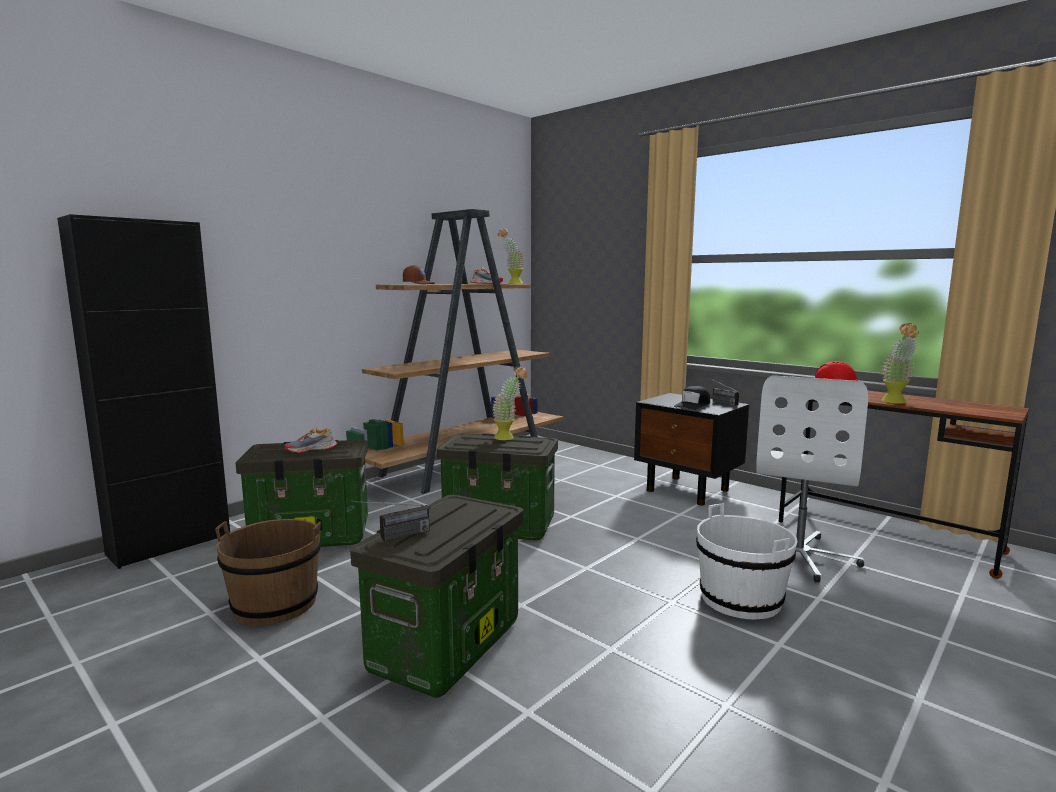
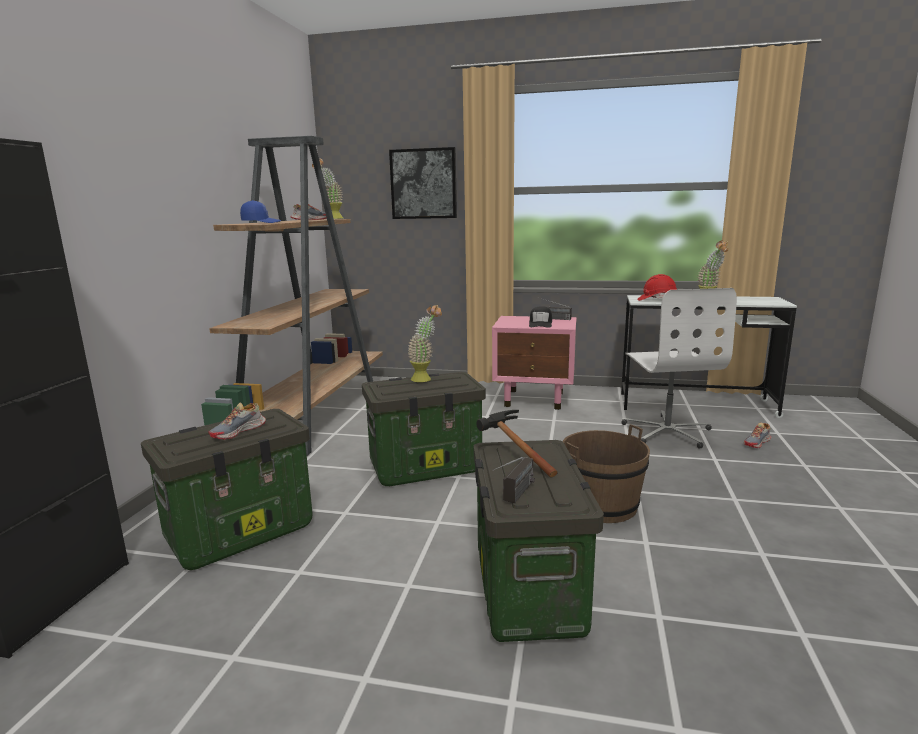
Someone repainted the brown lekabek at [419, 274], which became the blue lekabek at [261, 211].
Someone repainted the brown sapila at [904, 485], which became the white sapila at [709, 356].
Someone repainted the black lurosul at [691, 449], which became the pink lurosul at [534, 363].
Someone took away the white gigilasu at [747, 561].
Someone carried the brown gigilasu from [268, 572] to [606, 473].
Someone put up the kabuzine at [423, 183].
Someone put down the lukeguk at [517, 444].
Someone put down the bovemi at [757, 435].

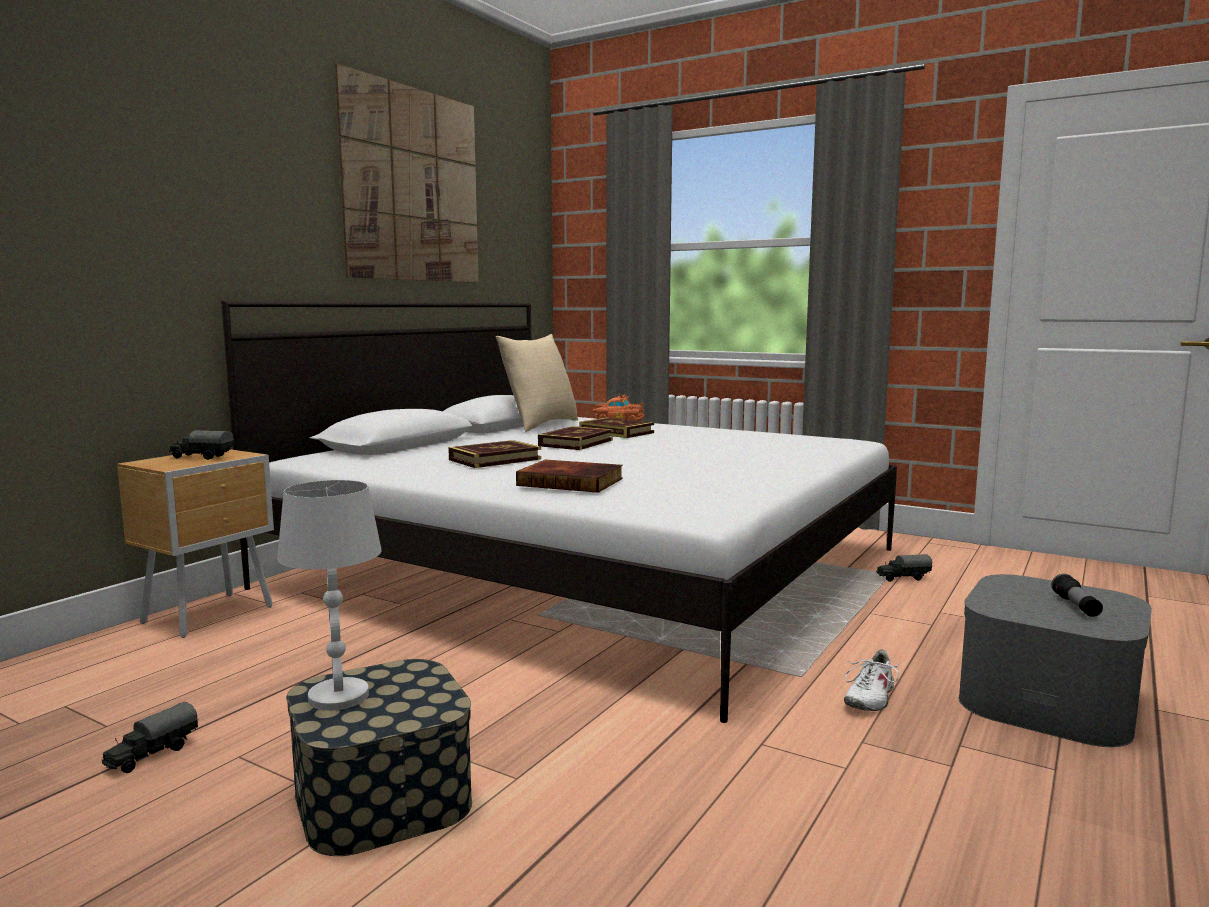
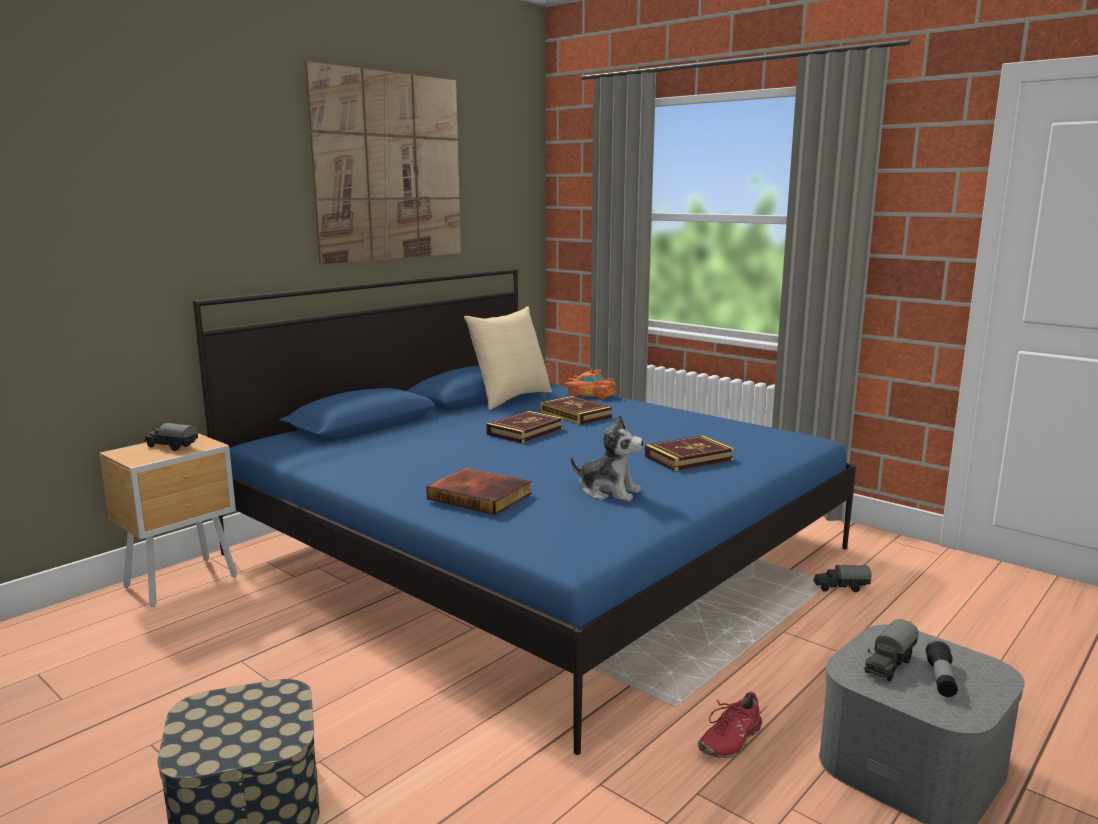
Someone repainted the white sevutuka at [559, 511], which became the blue sevutuka at [524, 512].
Someone carried the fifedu from [494, 454] to [689, 453].
Someone took away the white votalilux at [329, 595].
Someone repainted the white bovemi at [872, 680], which became the red bovemi at [732, 724].
Someone carried the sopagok from [150, 737] to [891, 650].
Someone put down the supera at [607, 458].

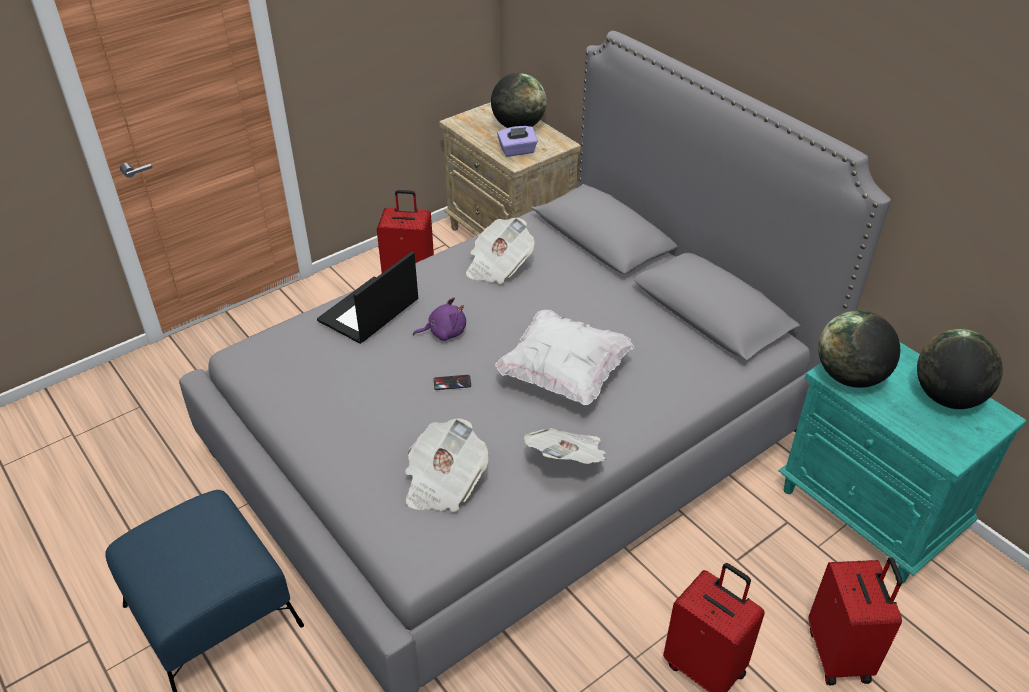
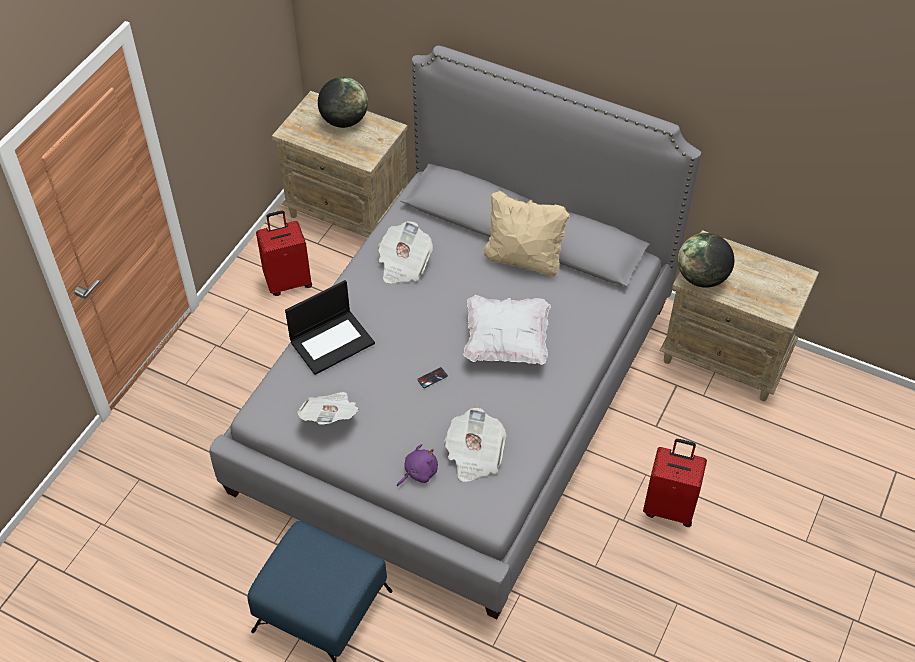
Someone took away the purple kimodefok at [517, 141].
Someone rotated the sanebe at [367, 298] by 135 degrees counterclockwise.
Someone carried the purple supera from [439, 319] to [417, 465].
Someone took away the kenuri at [960, 369].
Someone repainted the turquoise lurosul at [902, 462], which became the beige lurosul at [739, 315].
Someone carried the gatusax from [565, 446] to [328, 408].
Someone took away the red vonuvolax at [855, 621].
Someone put down the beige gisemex at [526, 233].

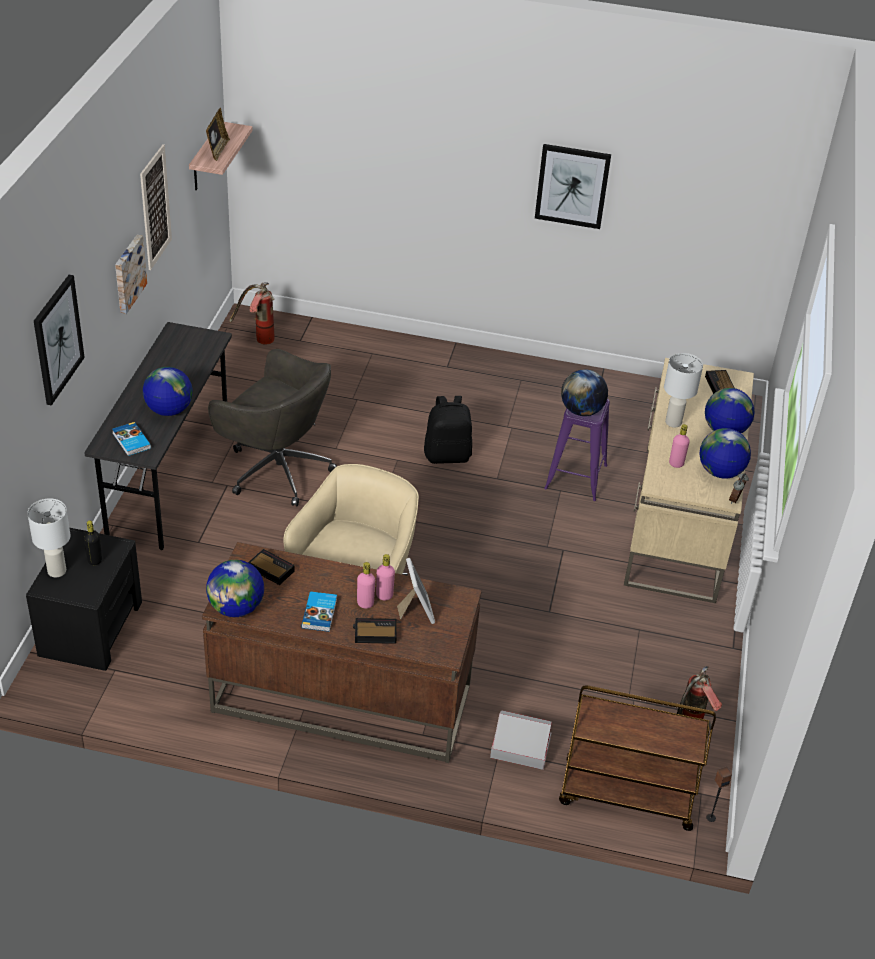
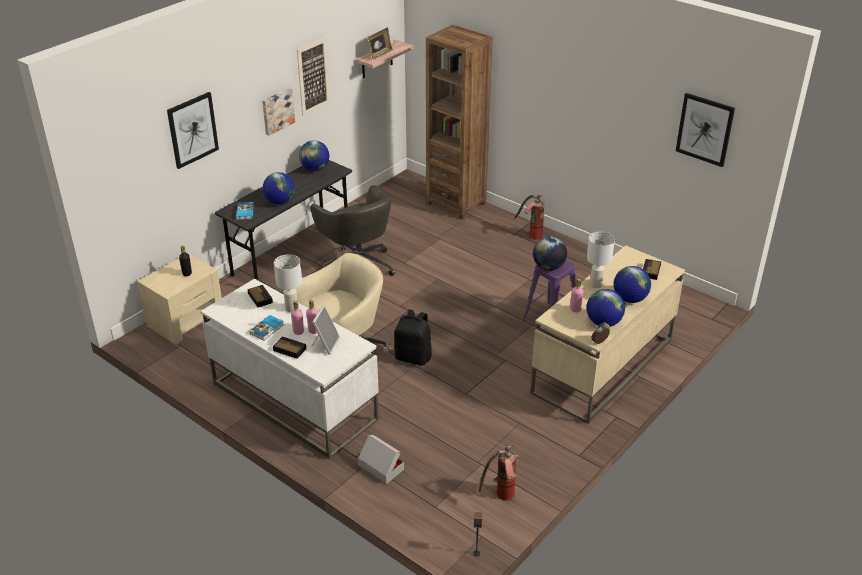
Someone carried the kabuzine from [573, 186] to [705, 130].
Someone carried the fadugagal from [252, 313] to [529, 217].
Someone carried the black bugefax from [448, 430] to [413, 337].
Someone carried the white votalilux from [49, 538] to [288, 283].
Someone repainted the black lurosul at [84, 599], which became the beige lurosul at [179, 299].
Someone repainted the brown sapila at [342, 652], which became the white sapila at [289, 369].
Someone carried the kenuri from [235, 588] to [314, 155].
Someone took away the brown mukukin at [637, 758].
Someone put down the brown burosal at [459, 122].

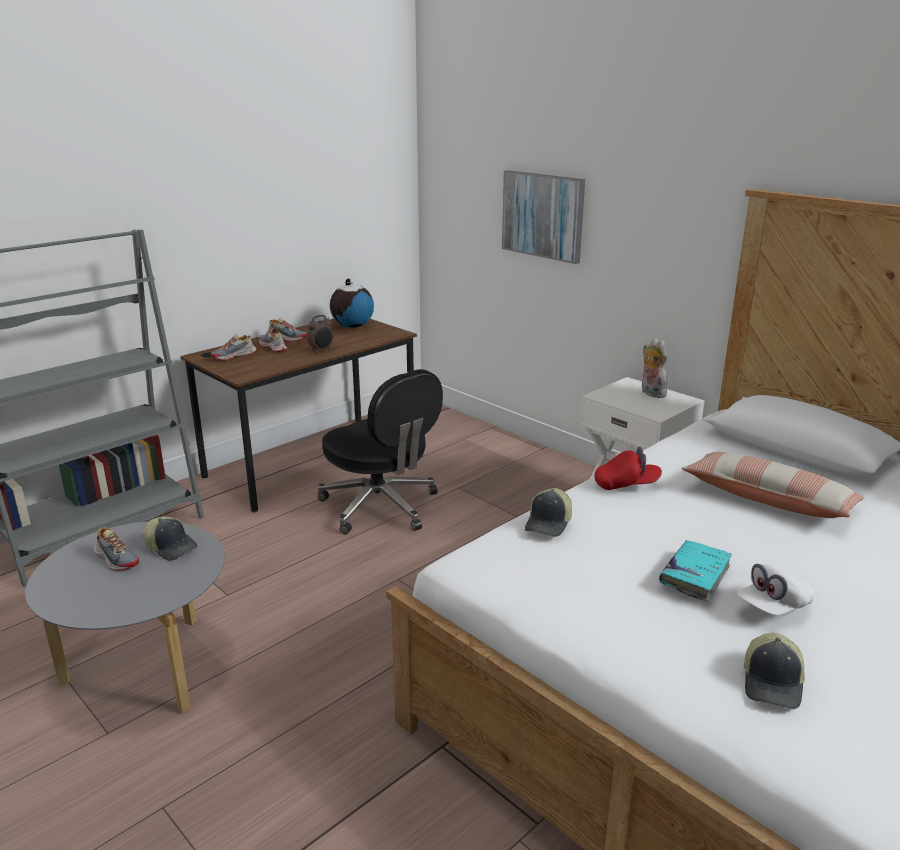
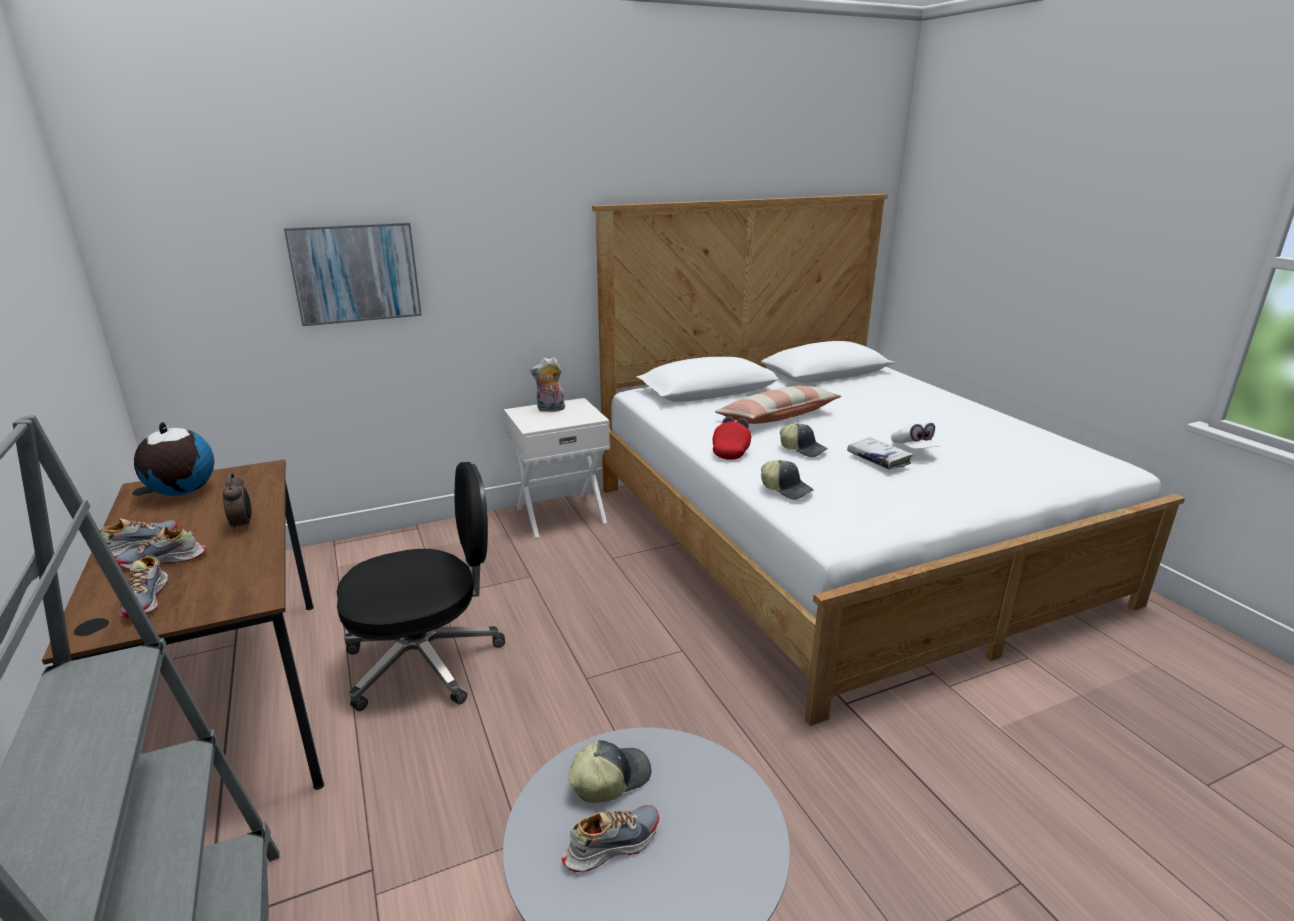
Someone repainted the turquoise fifedu at [695, 571], which became the white fifedu at [880, 453].
Someone carried the lekabek from [774, 671] to [804, 440].

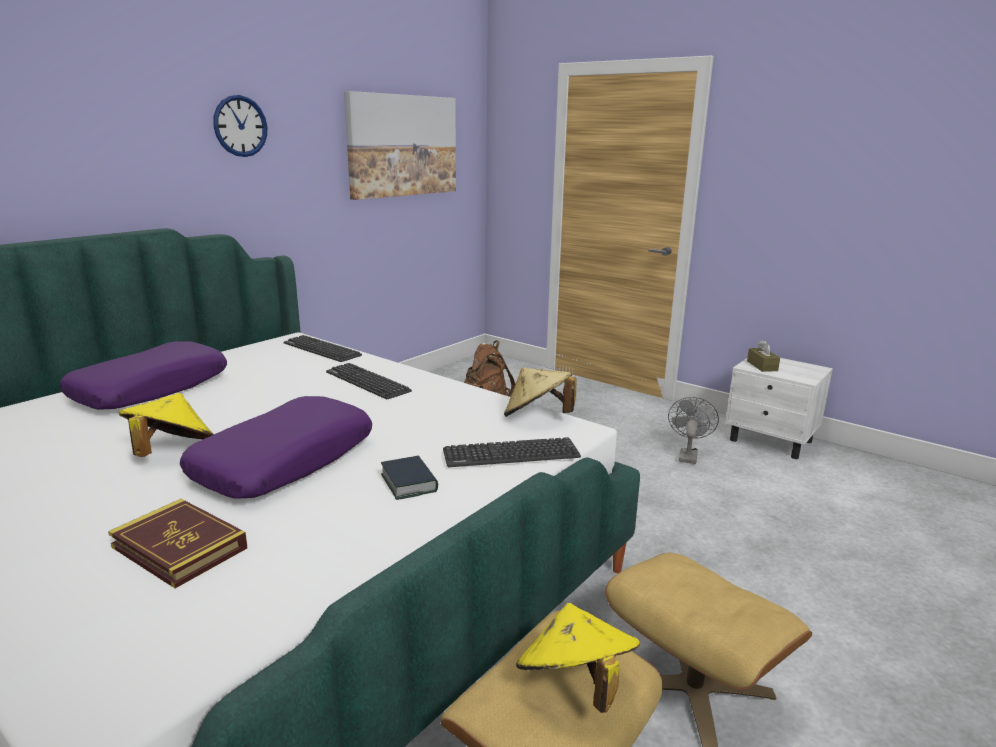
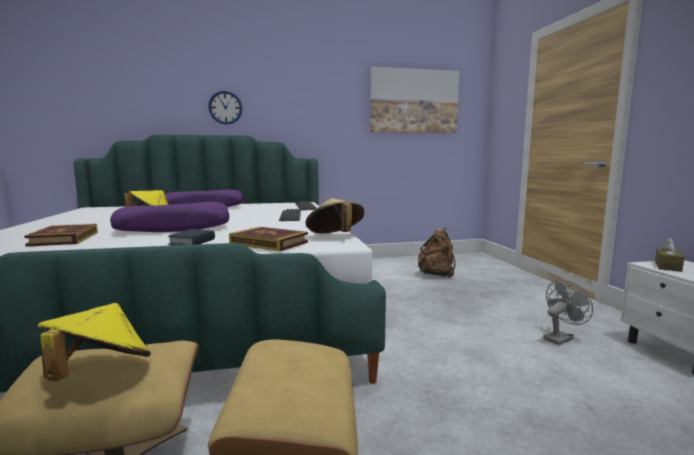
Someone carried the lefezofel from [240, 126] to [225, 108].
Someone swapped the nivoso at [512, 452] for the fifedu at [268, 239].

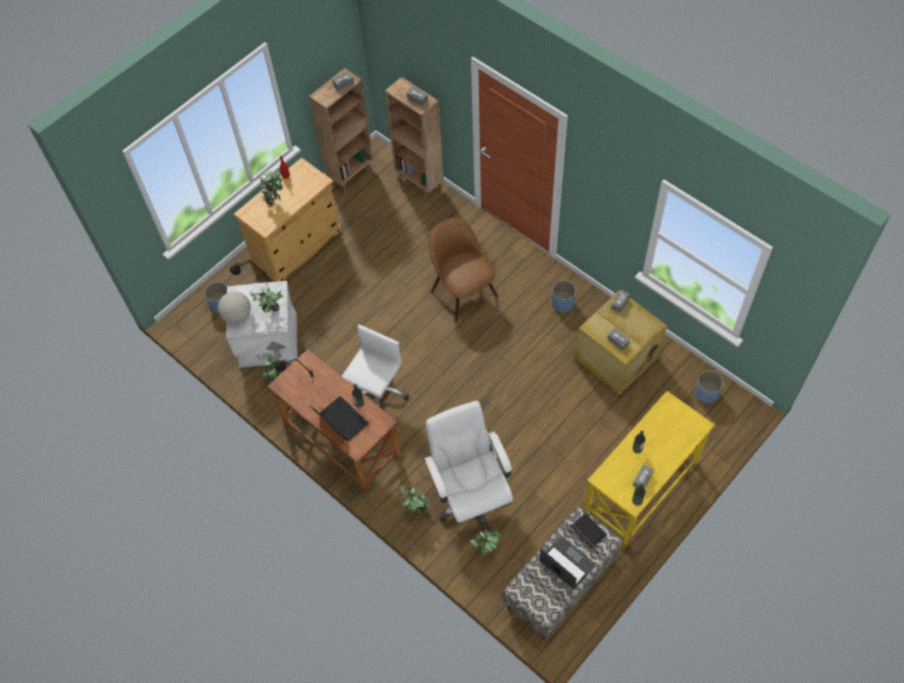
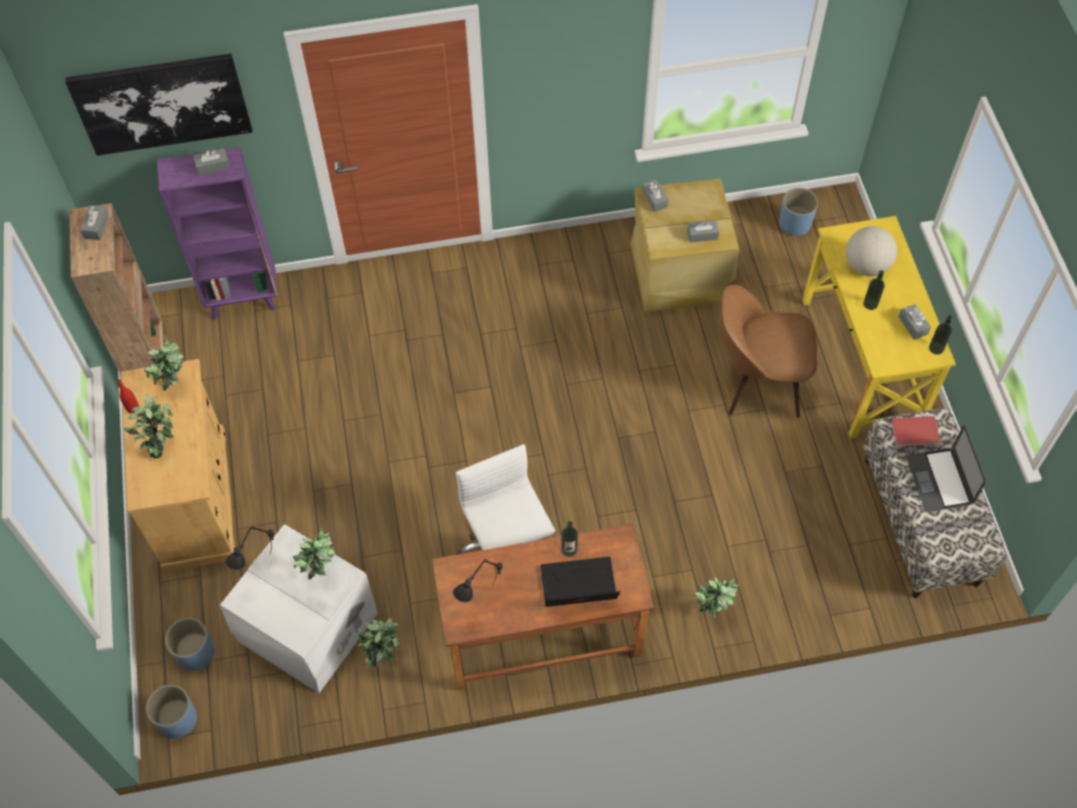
Someone repainted the brown burosal at [414, 138], which became the purple burosal at [217, 233].
Someone carried the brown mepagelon from [463, 270] to [769, 351].
Someone carried the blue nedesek from [564, 296] to [171, 711].
Someone carried the kenuri from [234, 308] to [871, 251].
Someone took away the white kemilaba at [468, 466].
Someone repainted the black fifedu at [588, 531], which became the red fifedu at [916, 431].
Someone carried the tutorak from [486, 542] to [164, 364].
Someone rotated the sanebe at [567, 562] by 90 degrees counterclockwise.
Someone put up the kabuzine at [159, 105].

